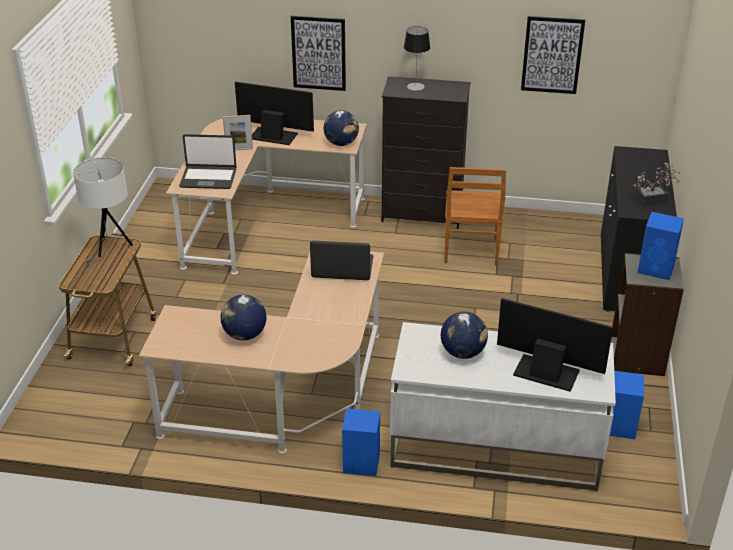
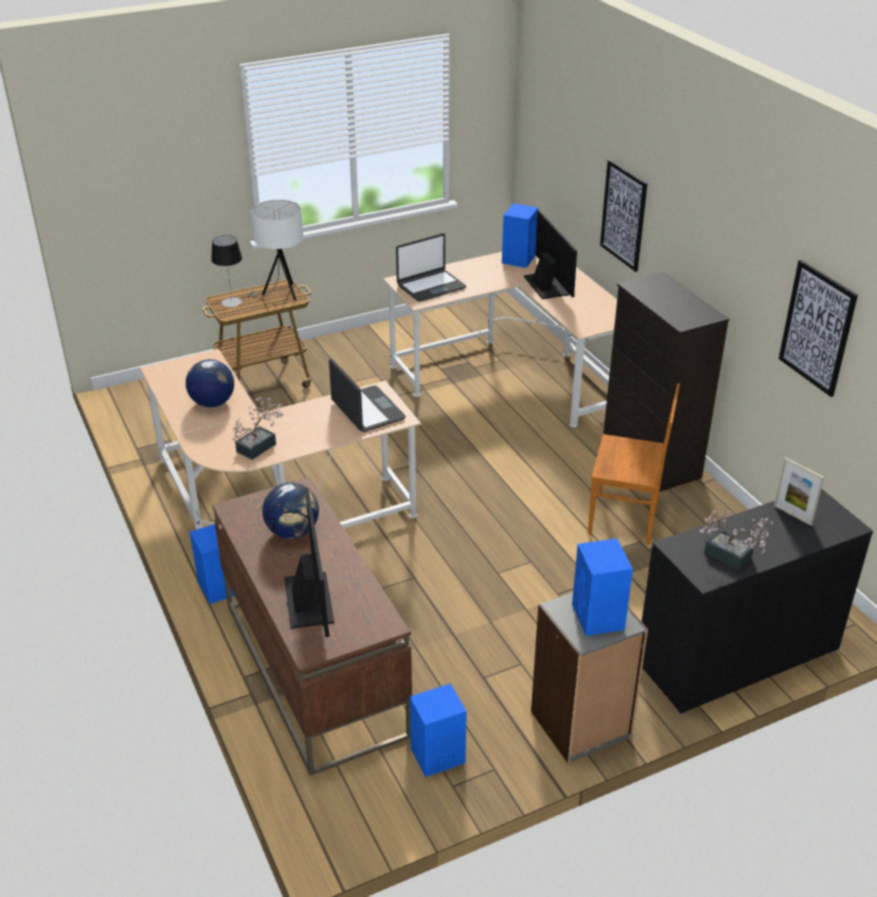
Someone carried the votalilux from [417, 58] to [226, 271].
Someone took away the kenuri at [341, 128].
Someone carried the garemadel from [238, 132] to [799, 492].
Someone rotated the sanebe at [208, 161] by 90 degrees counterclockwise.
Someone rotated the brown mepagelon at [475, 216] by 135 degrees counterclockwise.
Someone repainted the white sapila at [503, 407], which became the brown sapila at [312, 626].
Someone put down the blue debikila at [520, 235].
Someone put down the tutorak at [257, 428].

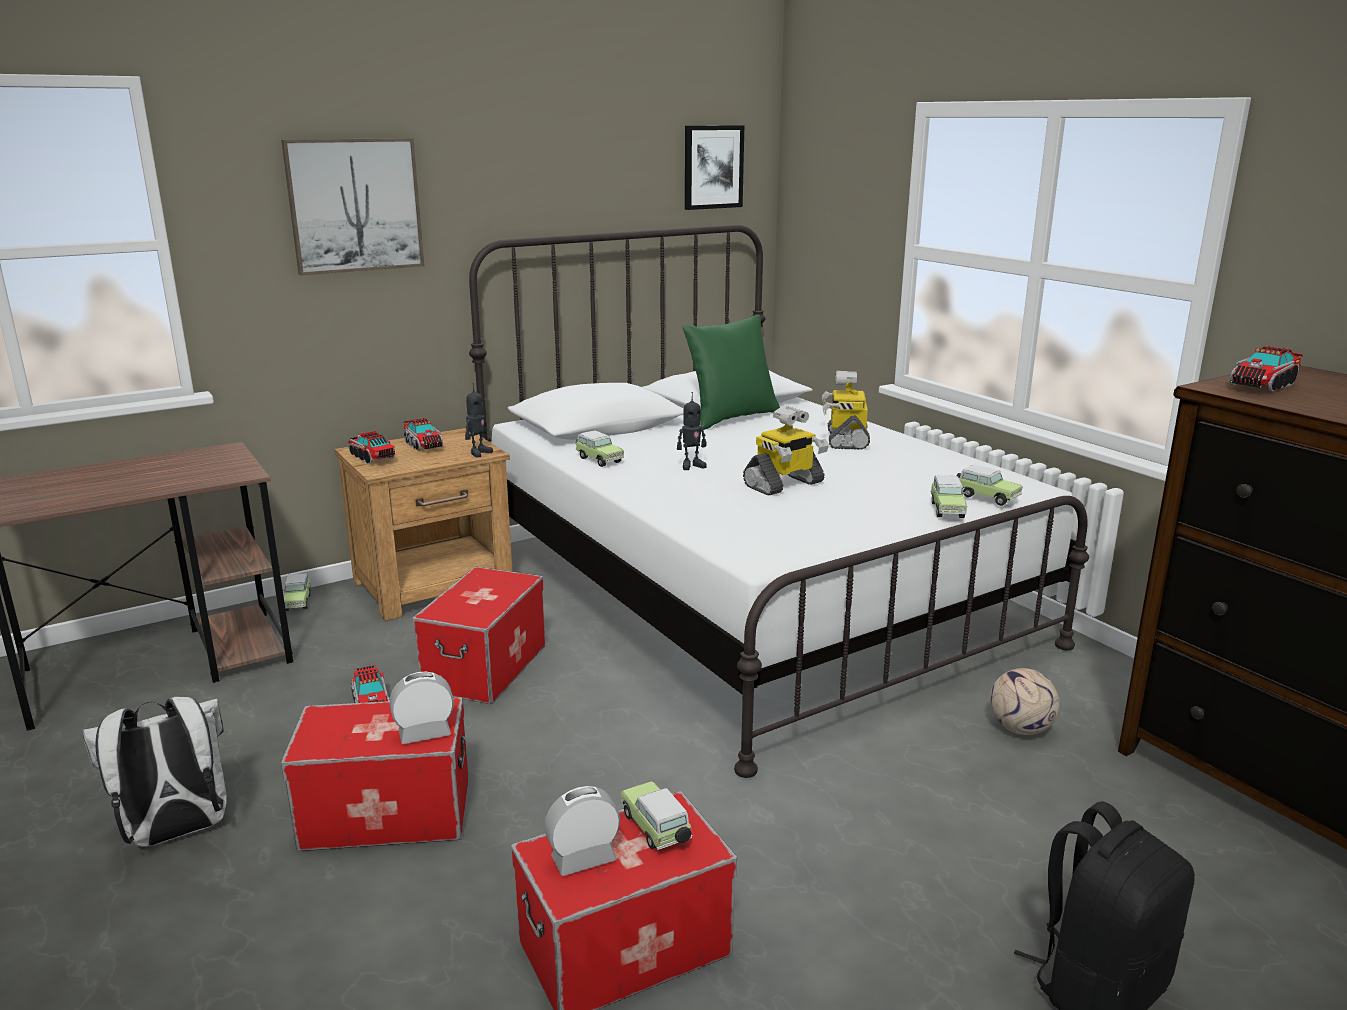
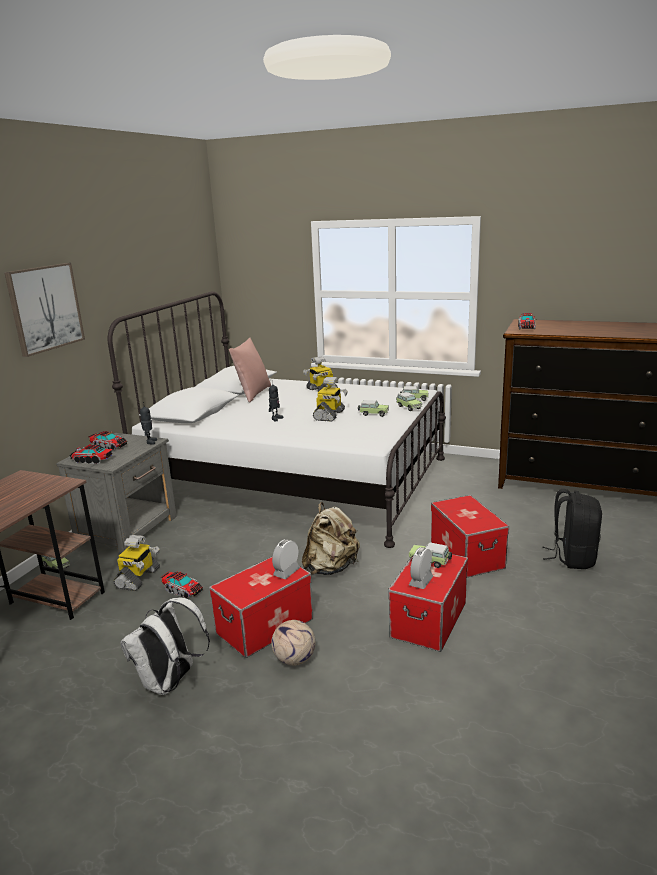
Someone took away the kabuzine at [715, 167].
Someone repainted the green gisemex at [731, 372], which became the pink gisemex at [250, 370].
Someone repainted the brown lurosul at [423, 524], which became the grey lurosul at [116, 493].
Someone carried the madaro from [600, 449] to [373, 408].
Someone carried the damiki from [478, 635] to [470, 536].
Someone carried the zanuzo from [1025, 701] to [293, 643].
Someone put down the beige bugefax at [331, 538].
Someone put down the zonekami at [136, 563].

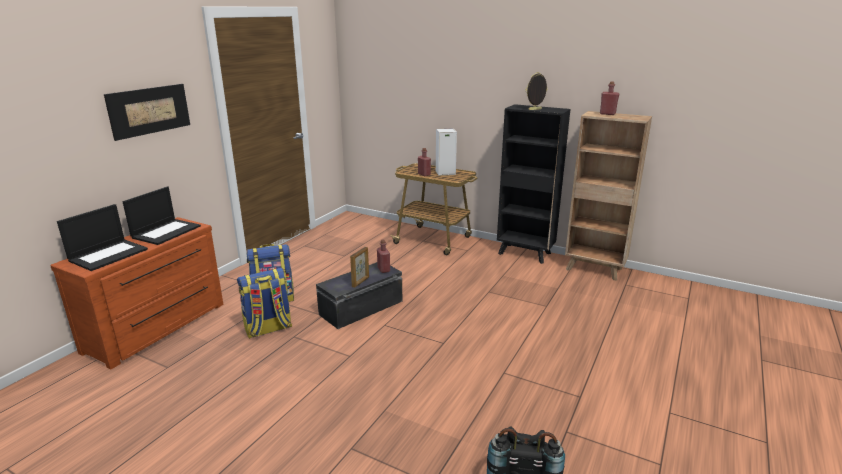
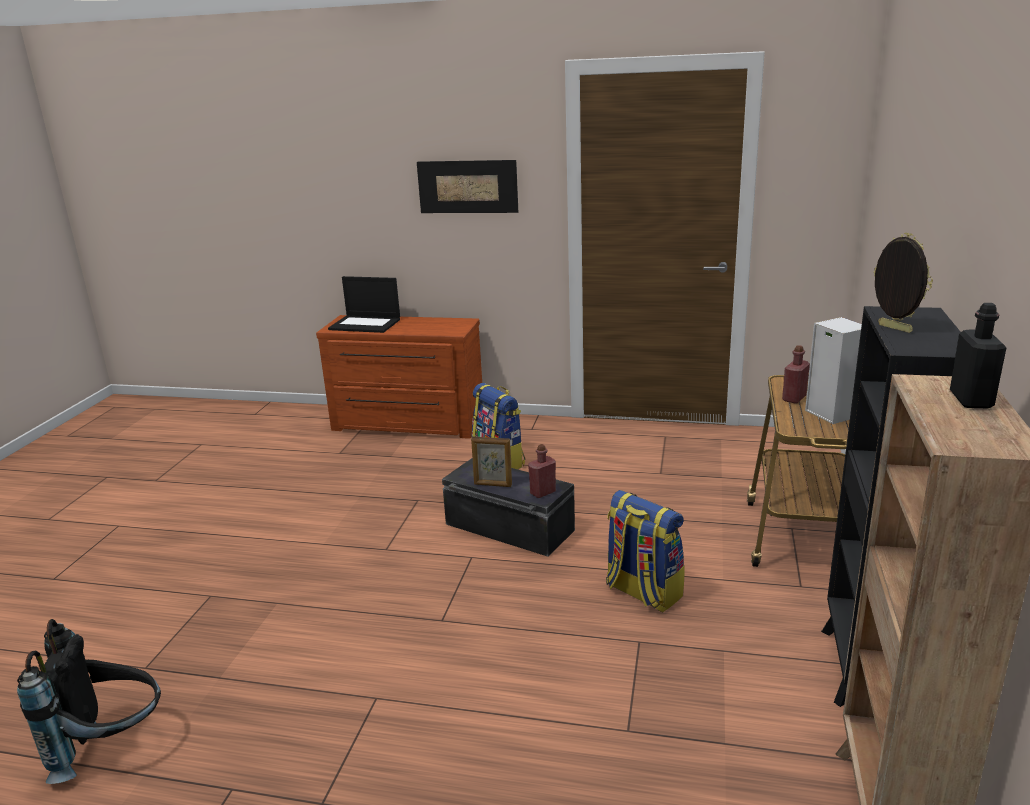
Someone repainted the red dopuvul at [609, 98], which became the black dopuvul at [978, 355].
Someone took away the sanebe at [162, 216].
Someone carried the bugefax from [264, 303] to [645, 551].

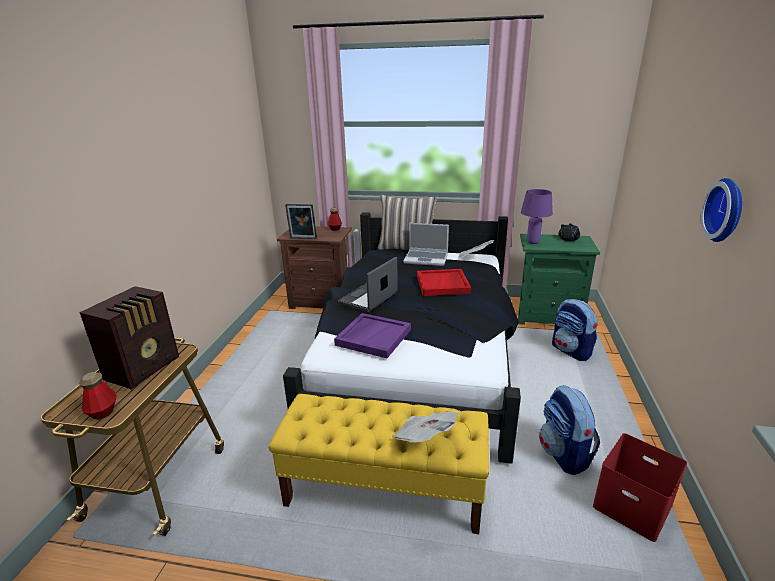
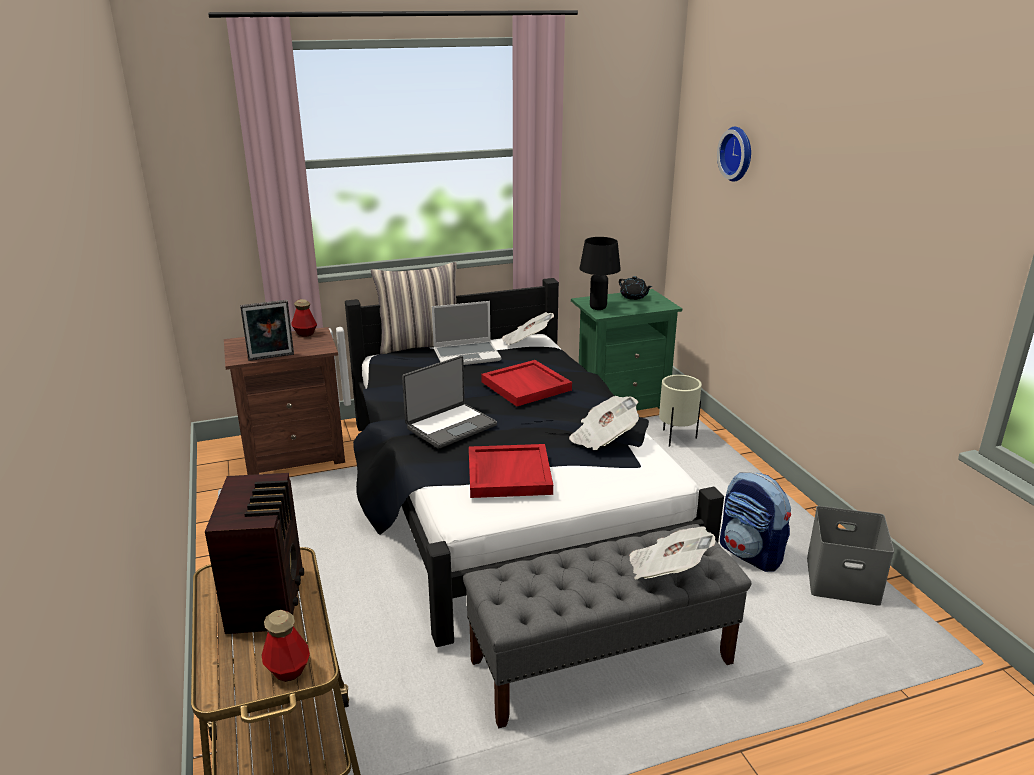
Someone carried the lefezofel from [721, 210] to [734, 154].
Someone repainted the purple votalilux at [537, 216], which became the black votalilux at [600, 273].
Someone rotated the sanebe at [368, 284] by 135 degrees counterclockwise.
Someone swapped the bugefax at [575, 330] for the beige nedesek at [680, 411].
Someone repainted the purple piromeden at [372, 335], which became the red piromeden at [511, 471].
Someone repainted the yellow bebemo at [379, 464], which became the grey bebemo at [607, 626].
Someone repainted the red damiki at [640, 487], which became the grey damiki at [850, 556].
Someone put down the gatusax at [604, 423].

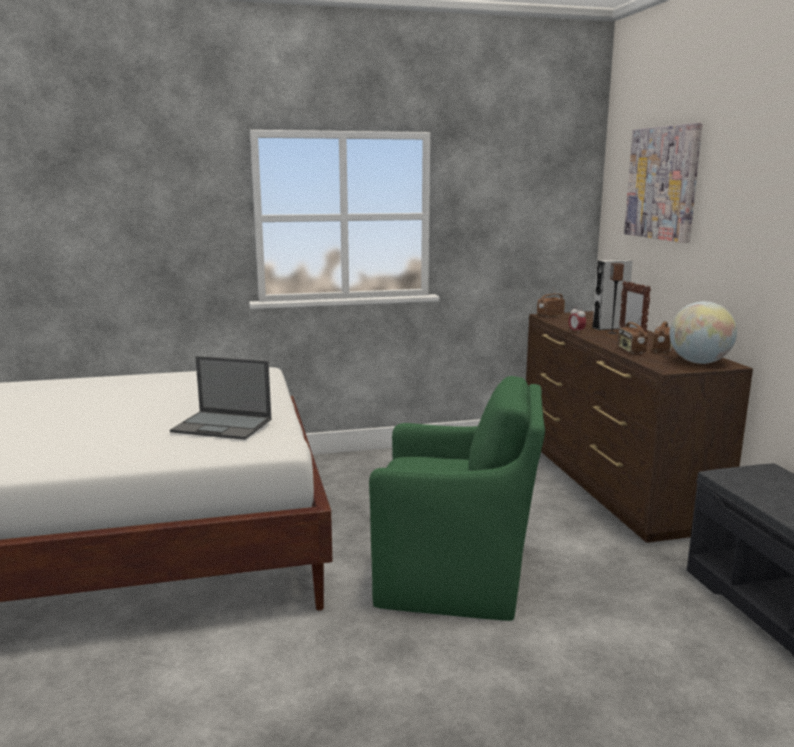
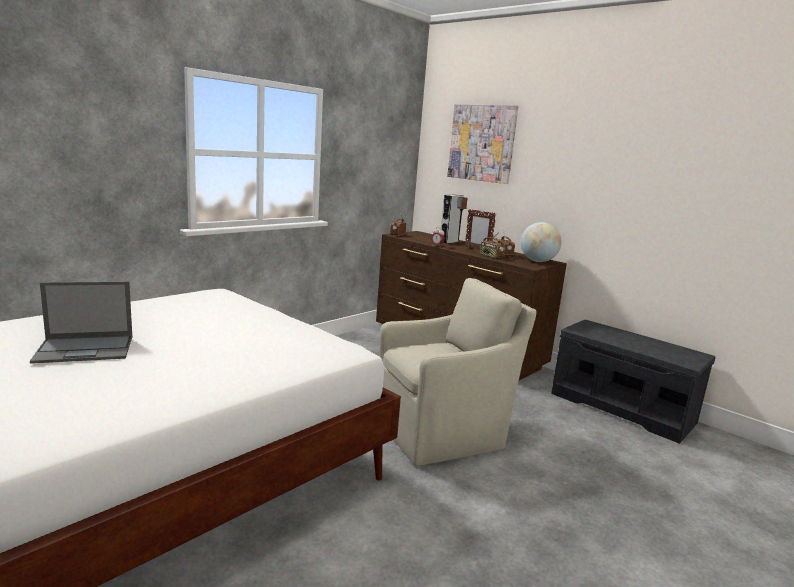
Someone carried the sanebe from [221, 398] to [81, 322].
Someone repainted the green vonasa at [457, 498], which became the beige vonasa at [458, 372].

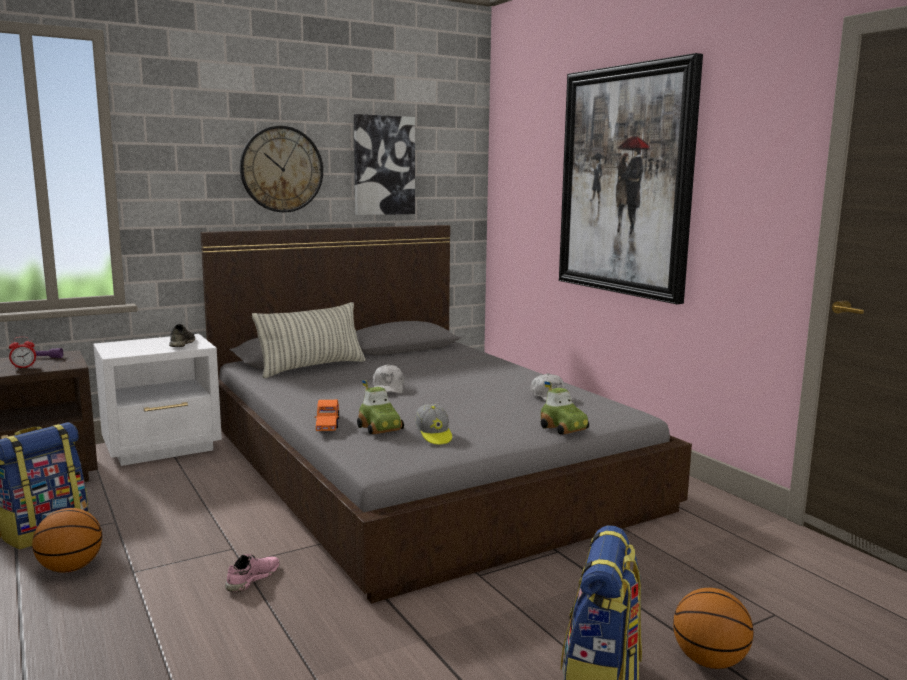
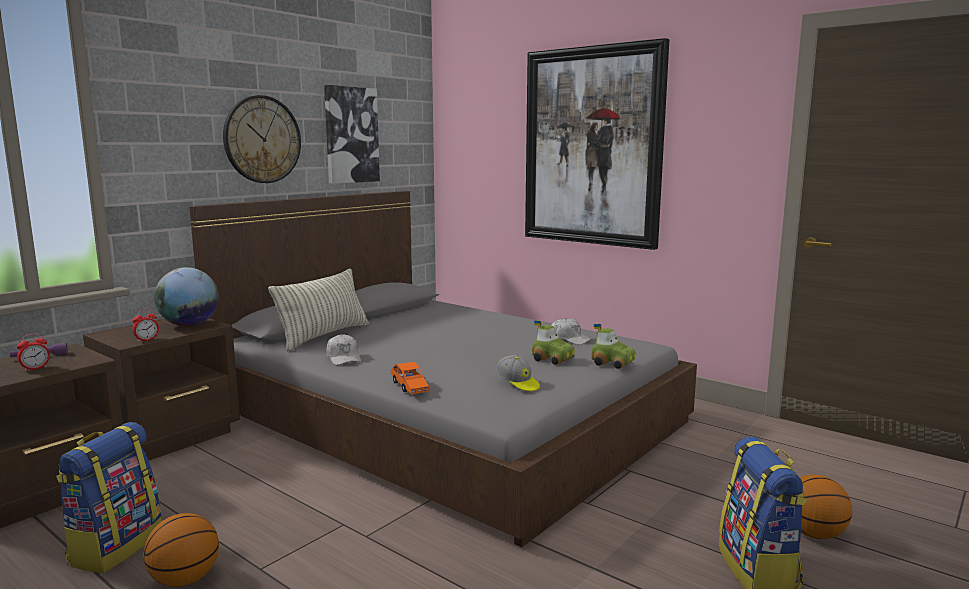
Someone swapped the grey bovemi at [182, 335] for the kenuri at [186, 296].
Someone repainted the white lurosul at [157, 400], which became the brown lurosul at [161, 389].
Someone carried the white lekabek from [388, 379] to [343, 349].
Someone carried the madaro from [380, 407] to [553, 342].
Someone took away the pink bovemi at [252, 573].
Someone put down the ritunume at [145, 325].

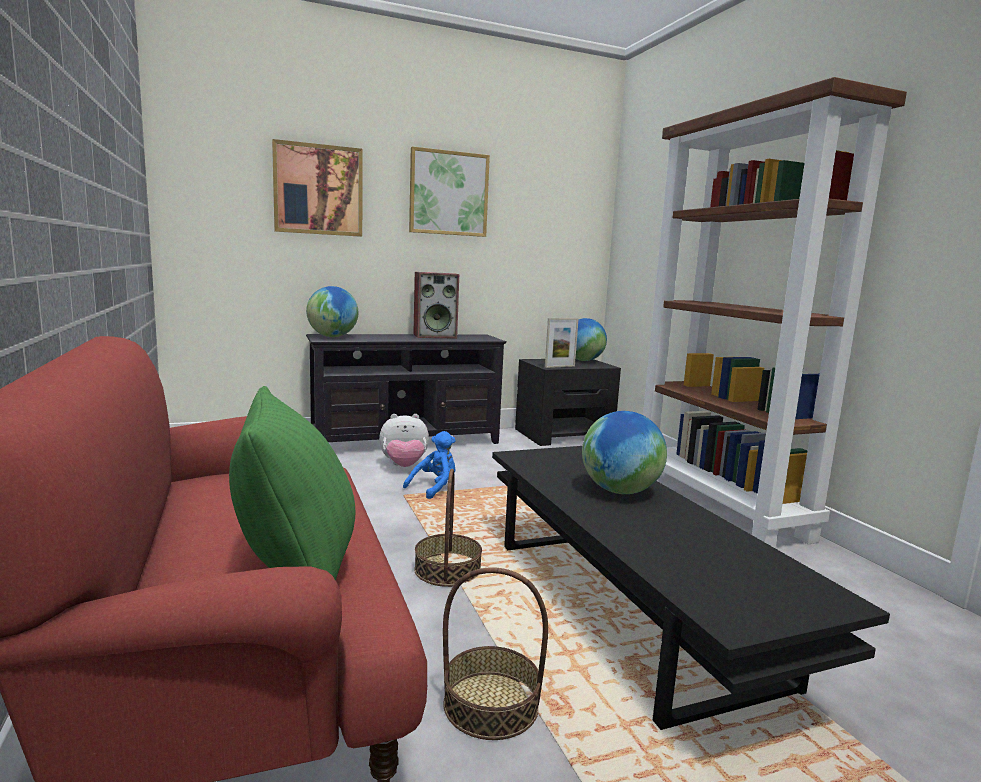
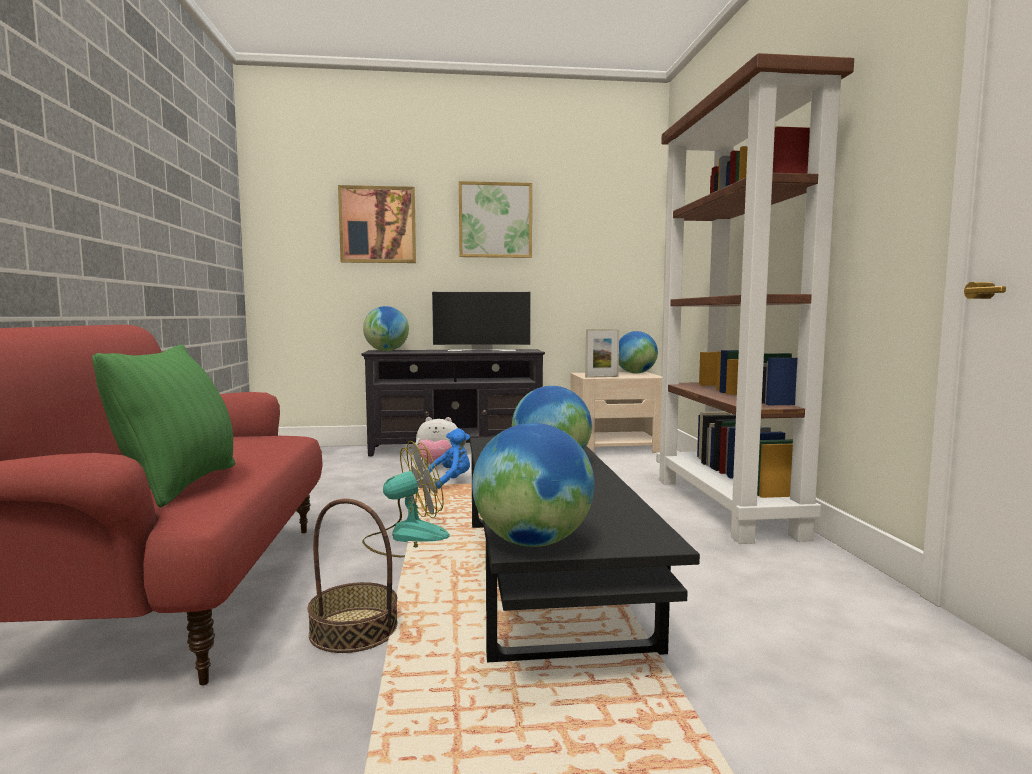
Someone swapped the debikila at [436, 305] for the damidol at [481, 321].
Someone repainted the black lurosul at [568, 402], which became the beige lurosul at [616, 412].
Someone swapped the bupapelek at [448, 528] for the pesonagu at [406, 499].
Someone put down the kenuri at [533, 485].

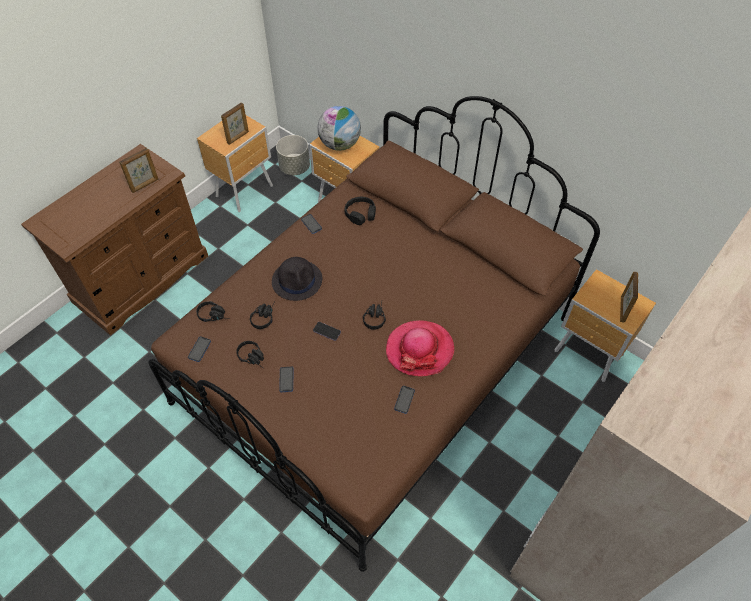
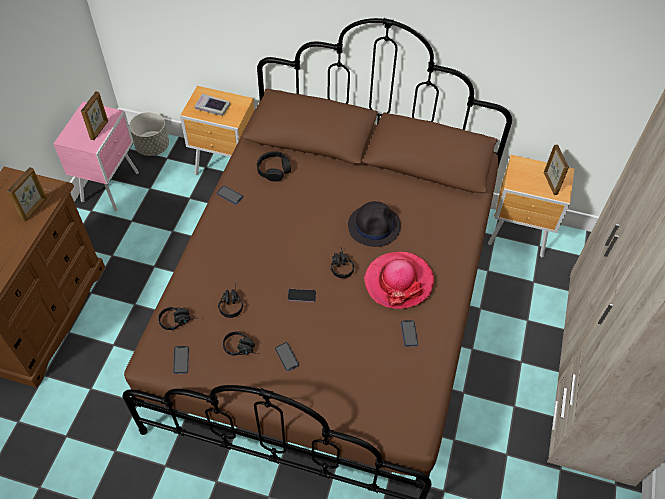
Someone swapped the kenuri at [339, 128] for the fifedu at [212, 105].
Someone repainted the brown lurosul at [235, 163], which became the pink lurosul at [96, 156].
Someone carried the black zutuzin from [297, 279] to [374, 224].

